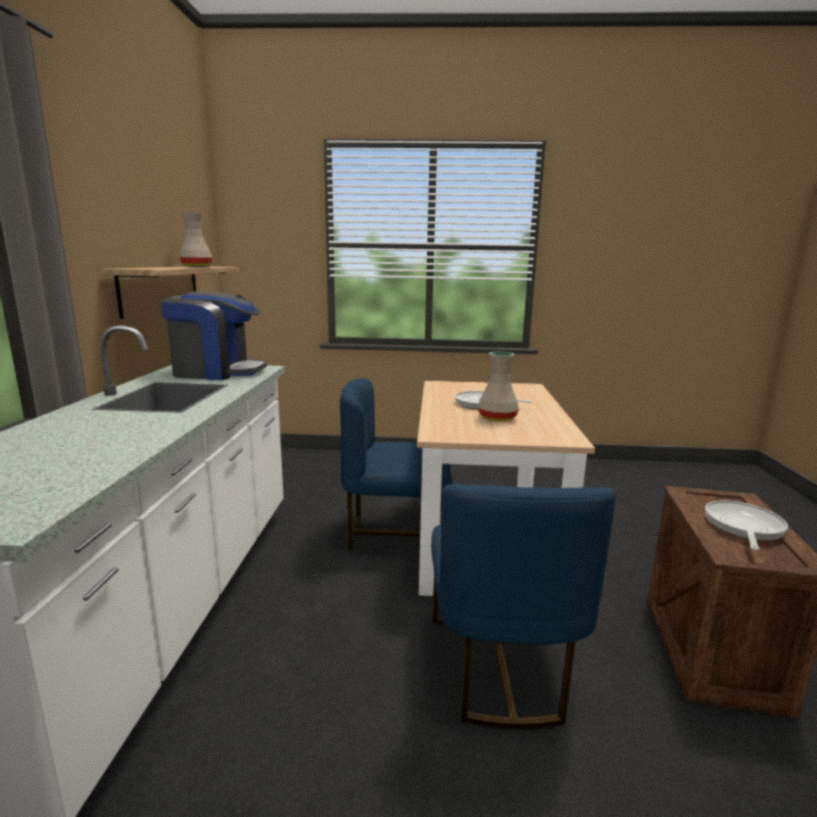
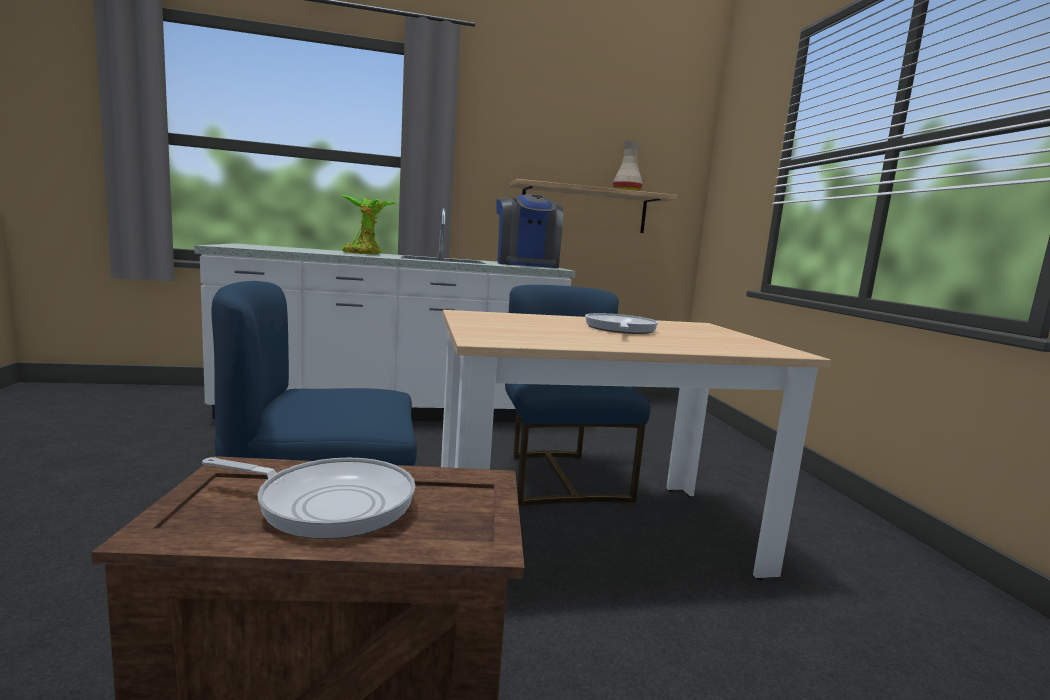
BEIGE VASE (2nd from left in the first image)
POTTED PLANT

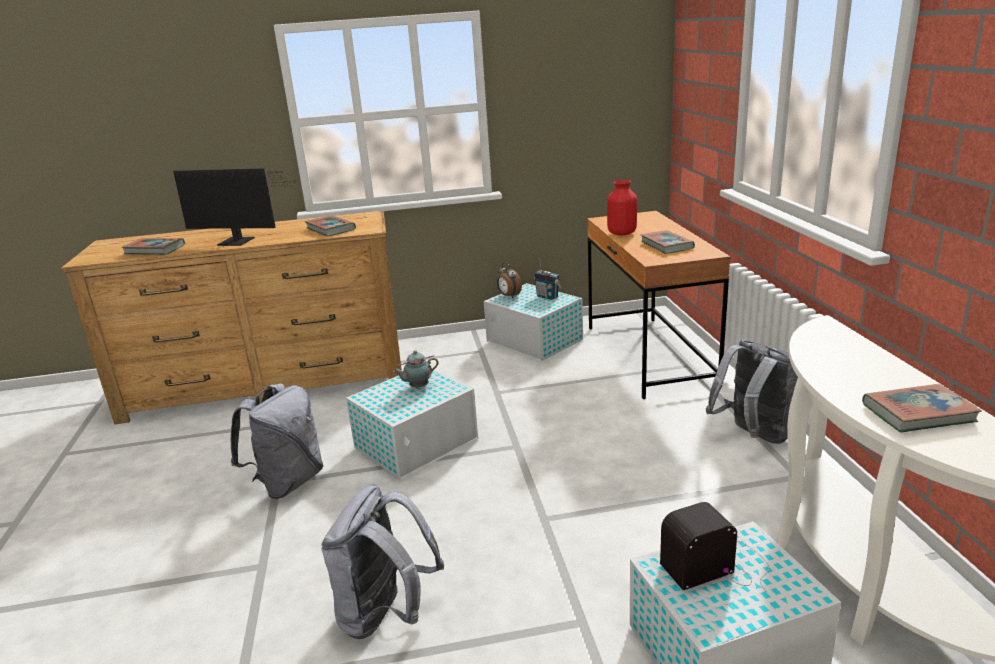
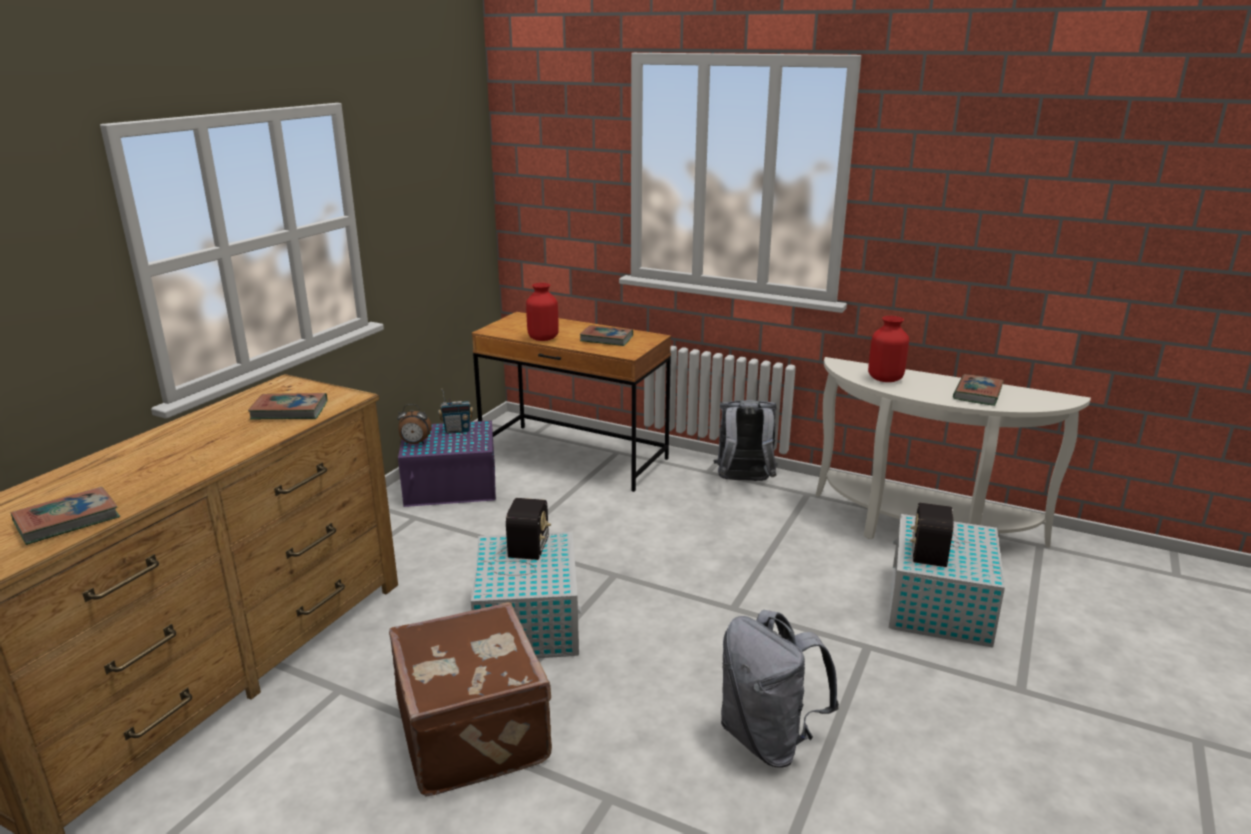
MONITOR
RED VASE (2nd from left)
BROWN SUITCASE
RADIO (2nd from left)
PURPLE STORAGE BOX

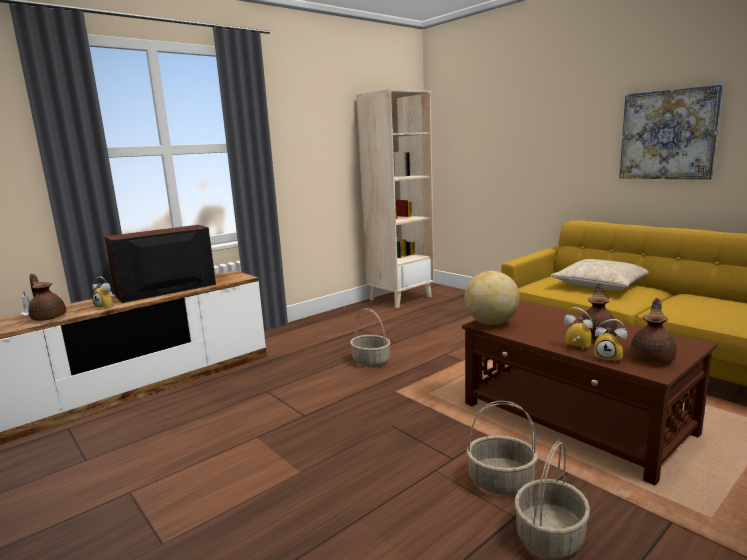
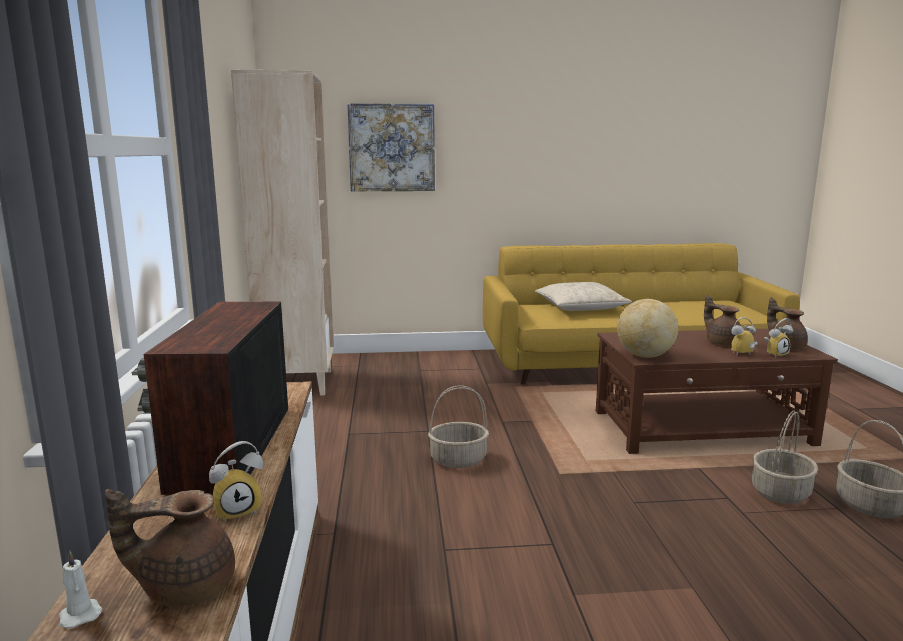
PICTURE

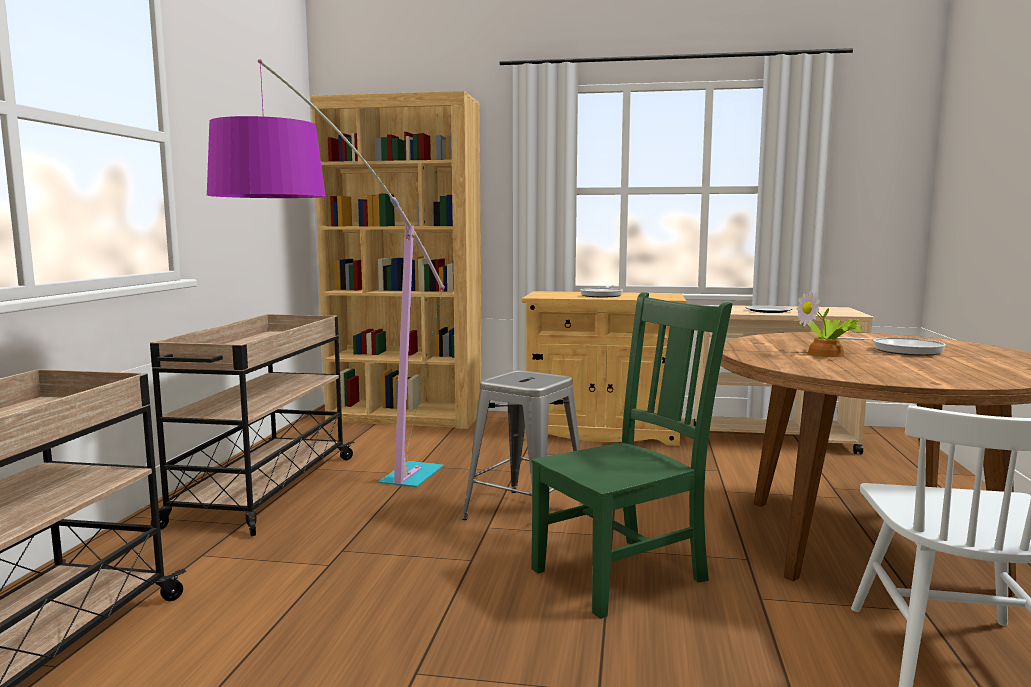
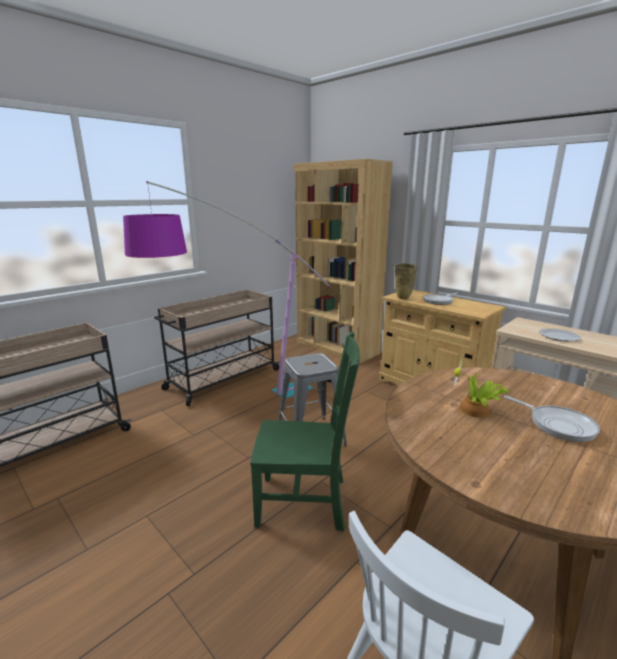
BEIGE VASE

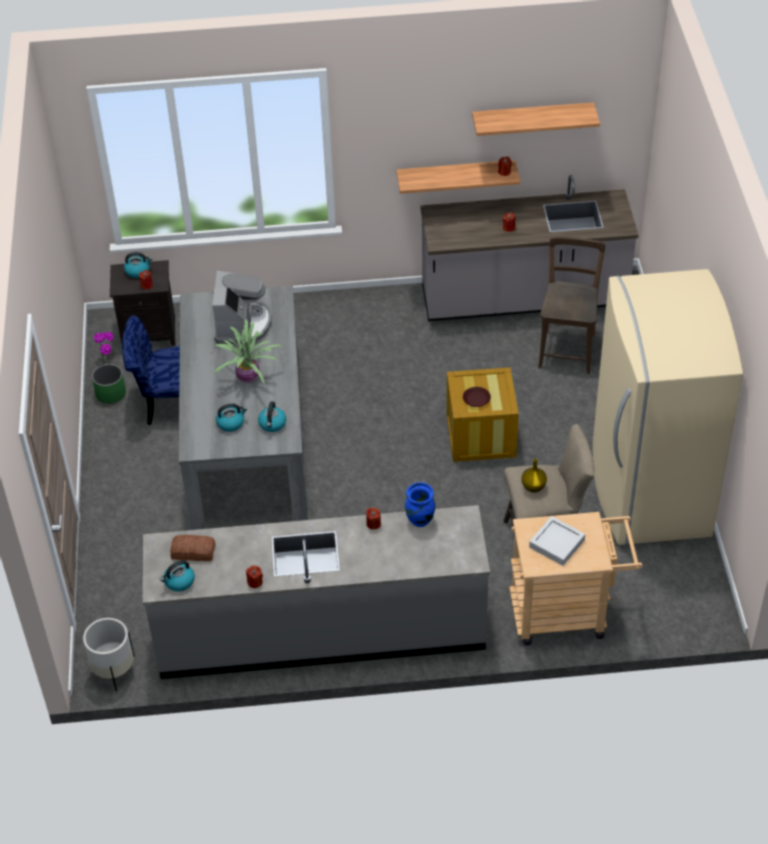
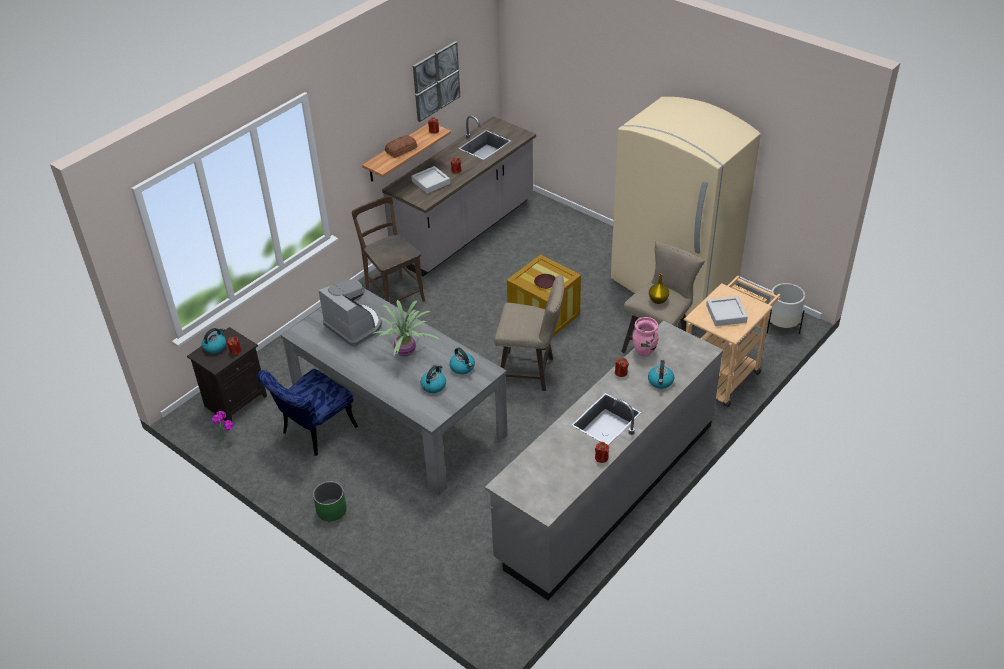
GREY TRAY (1st from left)
BEIGE STOOL (1st from left)
WHITE PLANTER
GREEN PLANTER
KETTLE (4th from left)
BREAD
BROWN CHAIR
PICTURE
PINK VASE

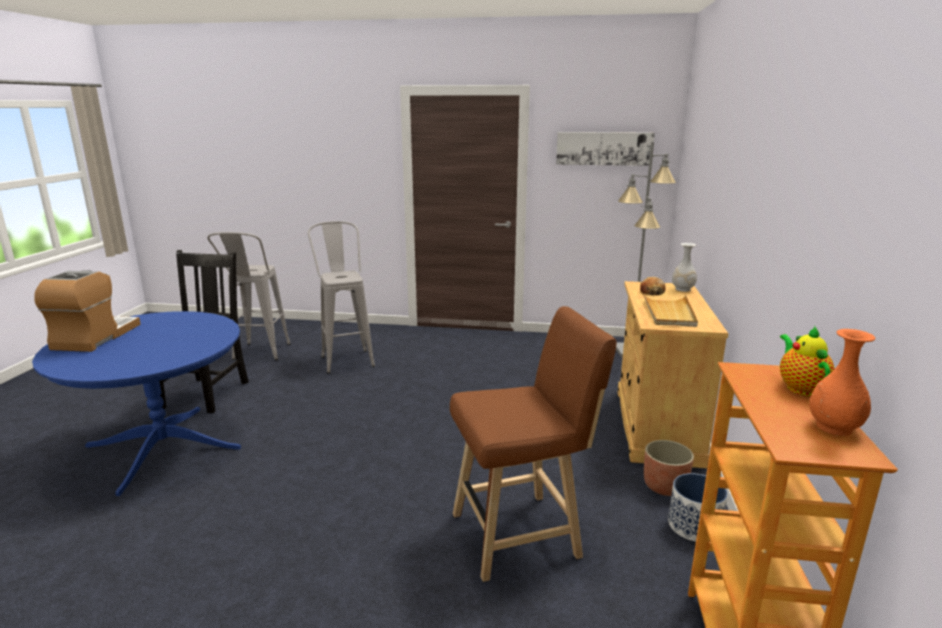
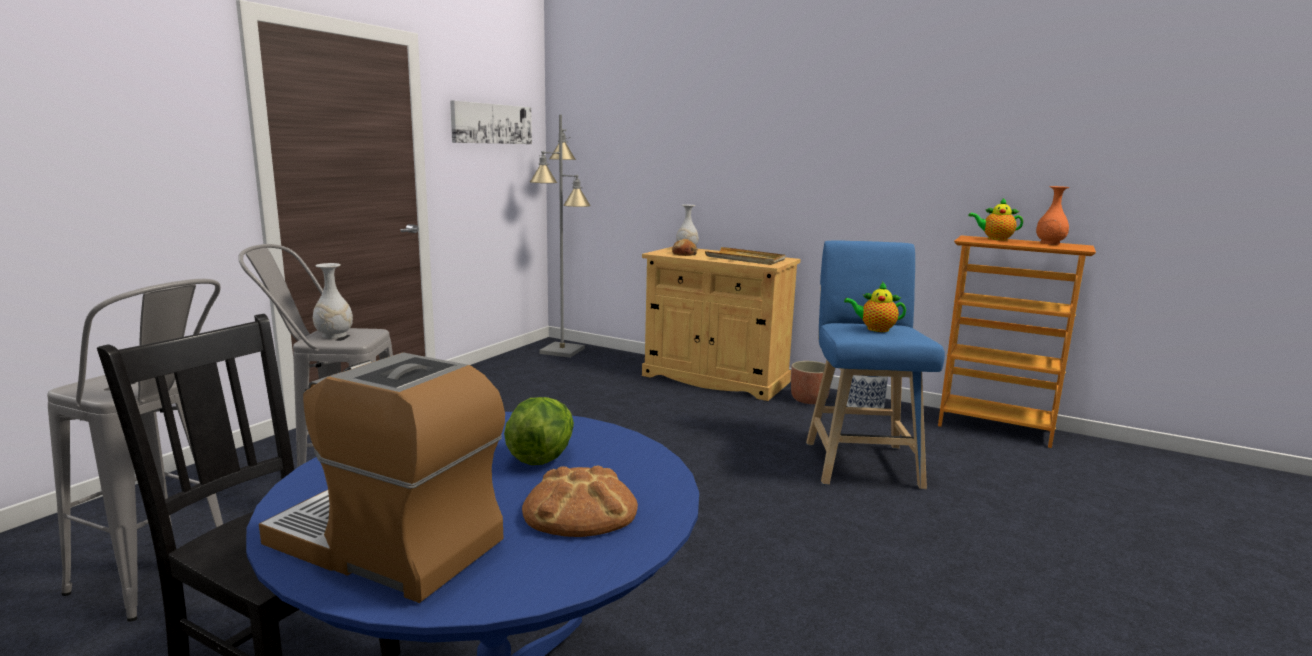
WHITE VASE (1st from left)
LETTUCE
BREAD (1st from left)
TEAPOT (1st from left)
BLUE STOOL

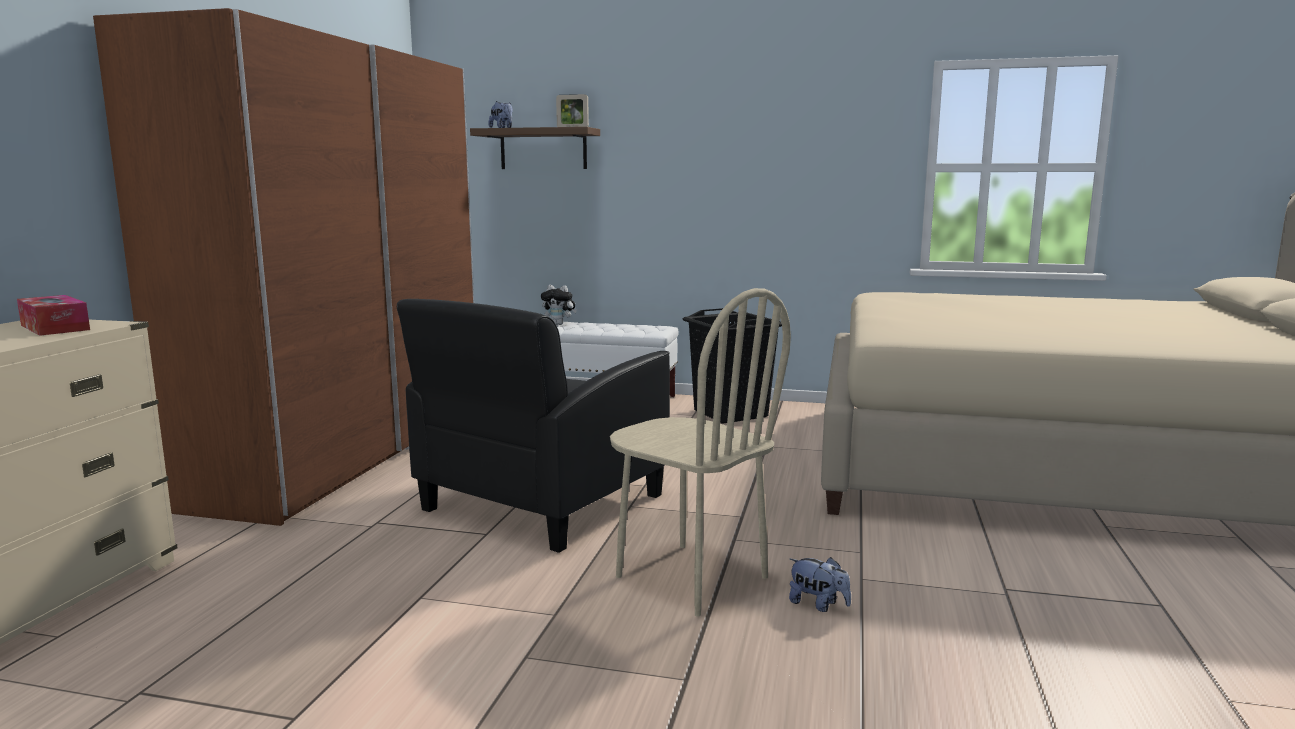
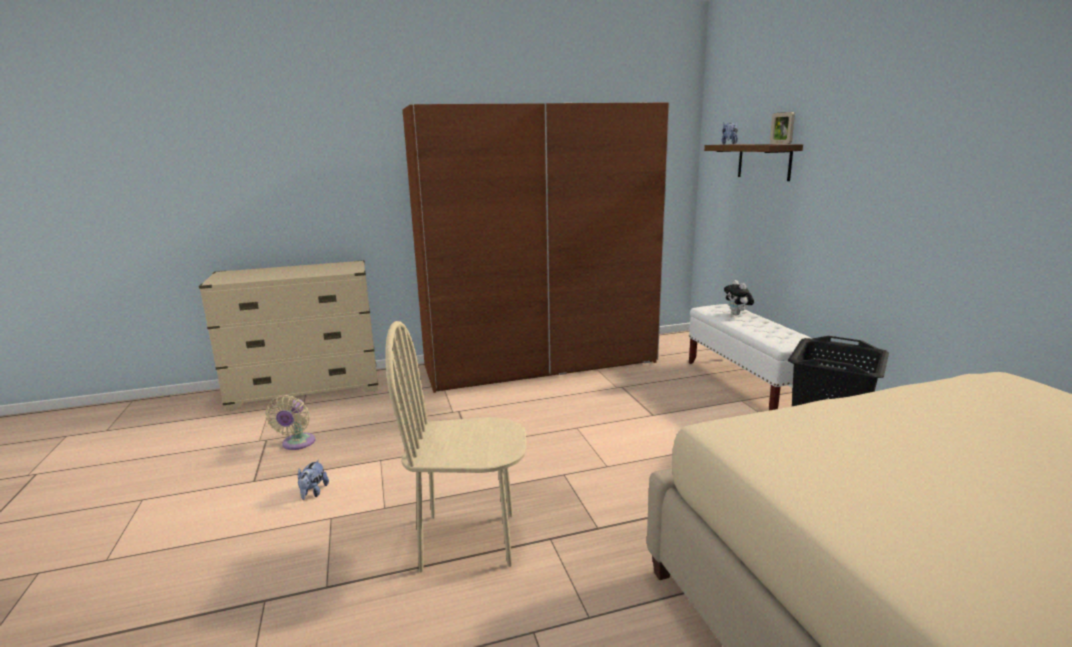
TISSUE BOX
BLACK ARMCHAIR
BEIGE FAN
PLUSH TOY (1st from left)
BEIGE CHAIR

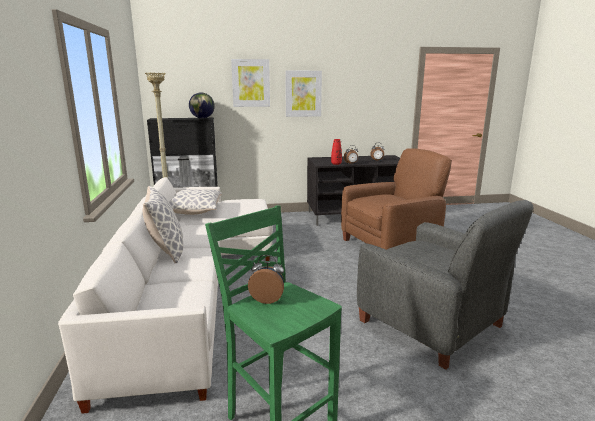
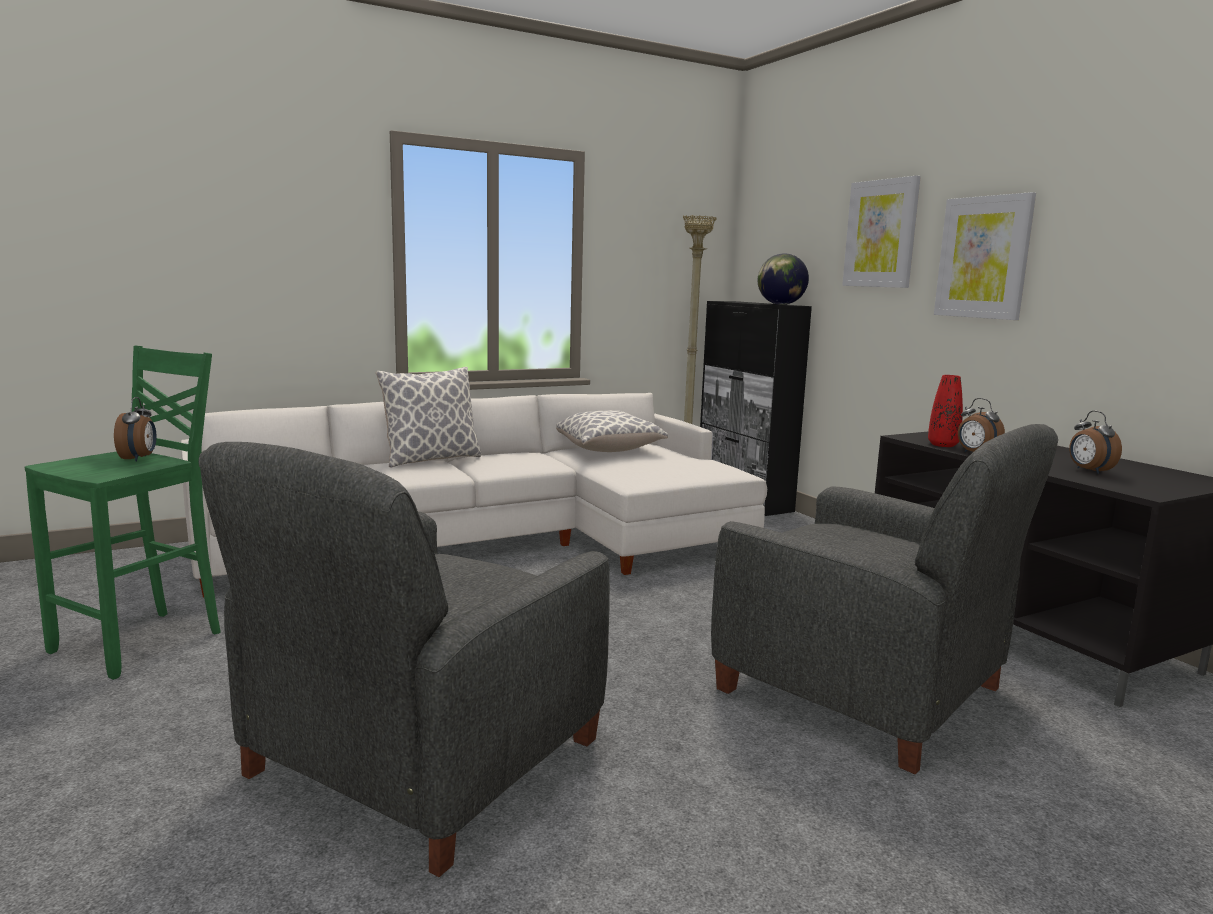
GREY ARMCHAIR (2nd from left)

